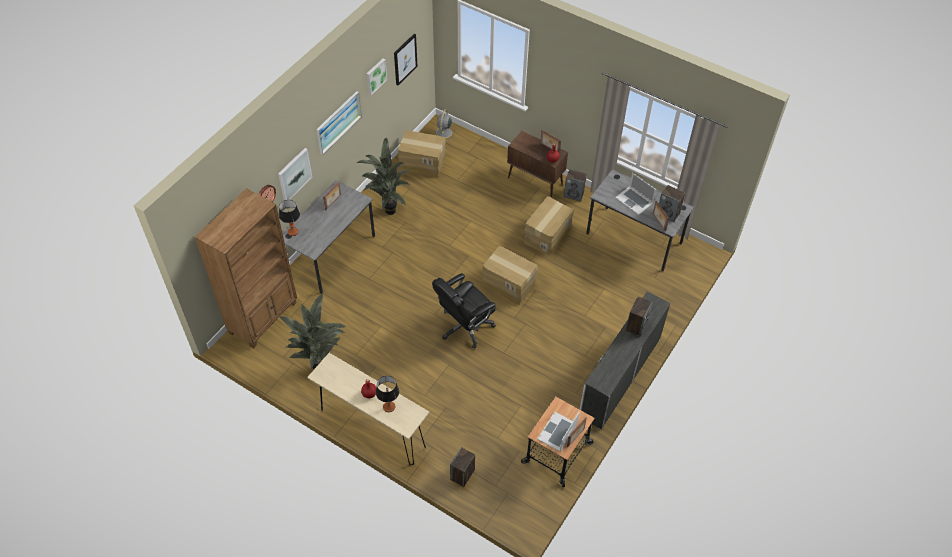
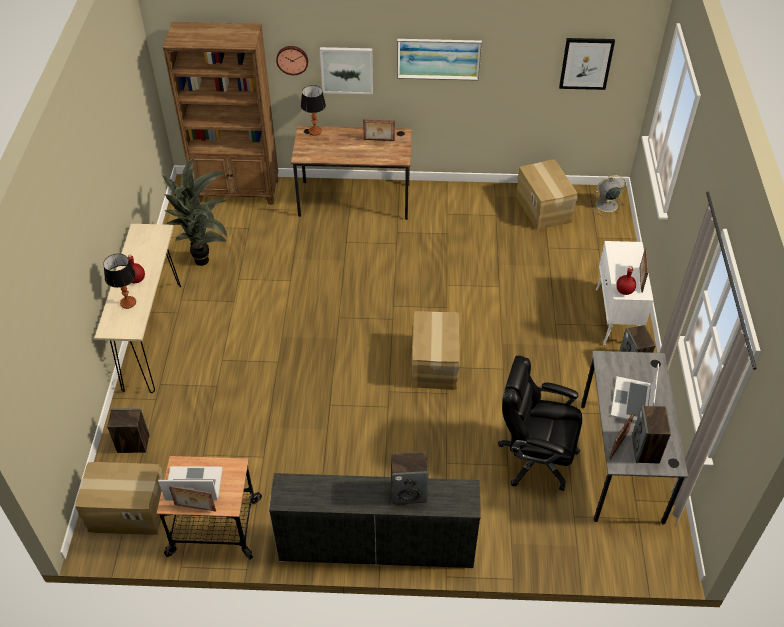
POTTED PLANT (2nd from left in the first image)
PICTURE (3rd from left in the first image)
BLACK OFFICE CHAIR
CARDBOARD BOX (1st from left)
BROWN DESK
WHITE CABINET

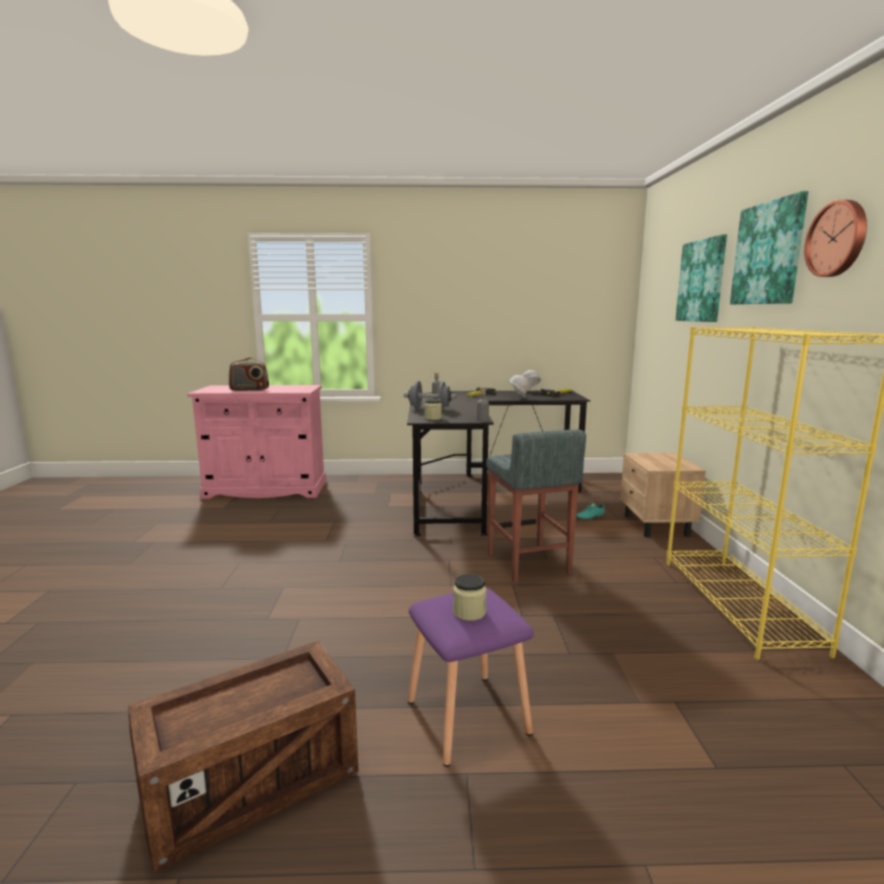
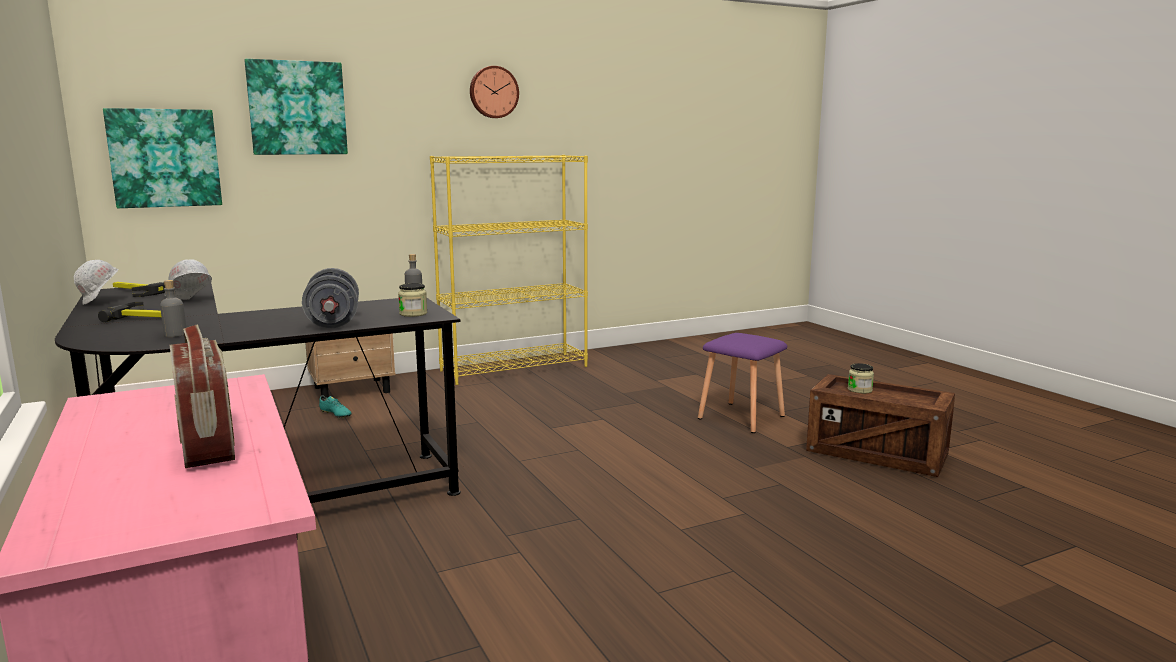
GREY STOOL
JAR (2nd from left)
PICTURE (1st from left)

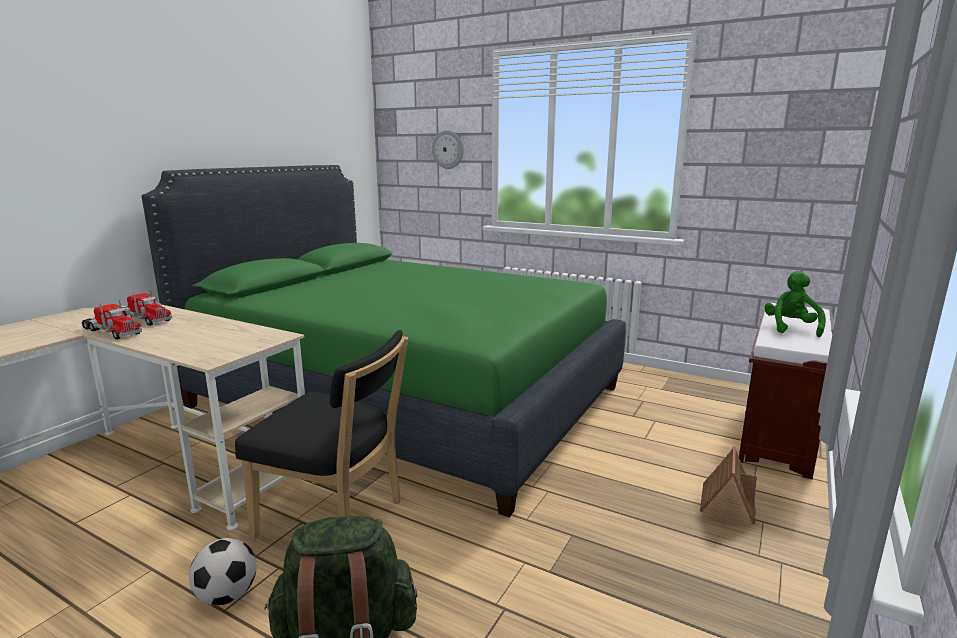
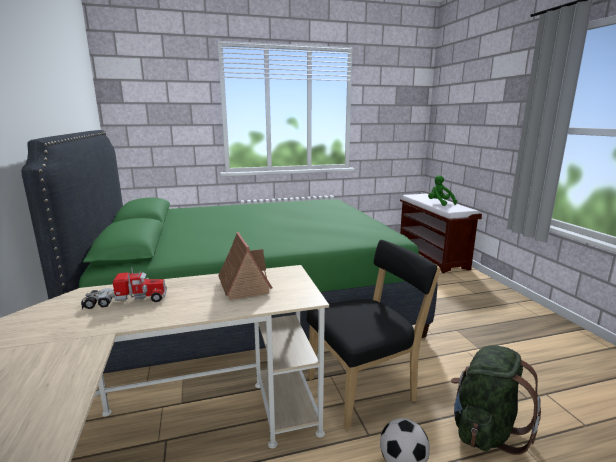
TOY TRUCK (1st from left in the first image)
WALL CLOCK
TOY HOUSE

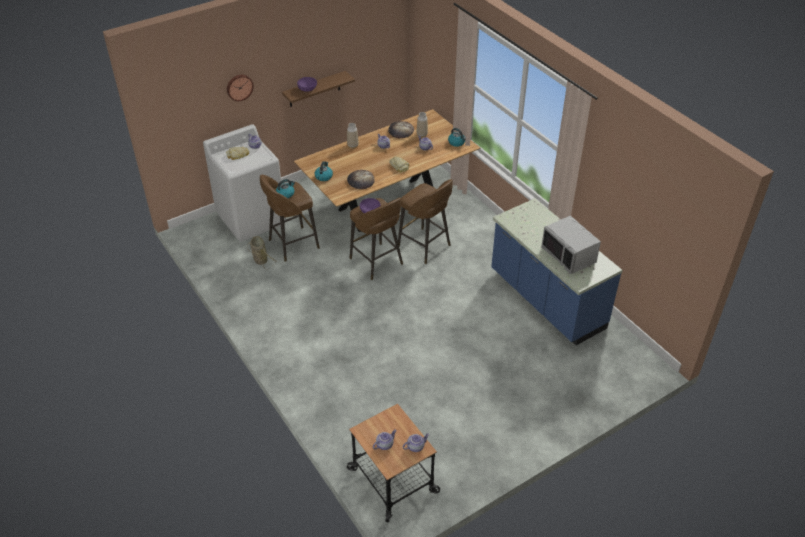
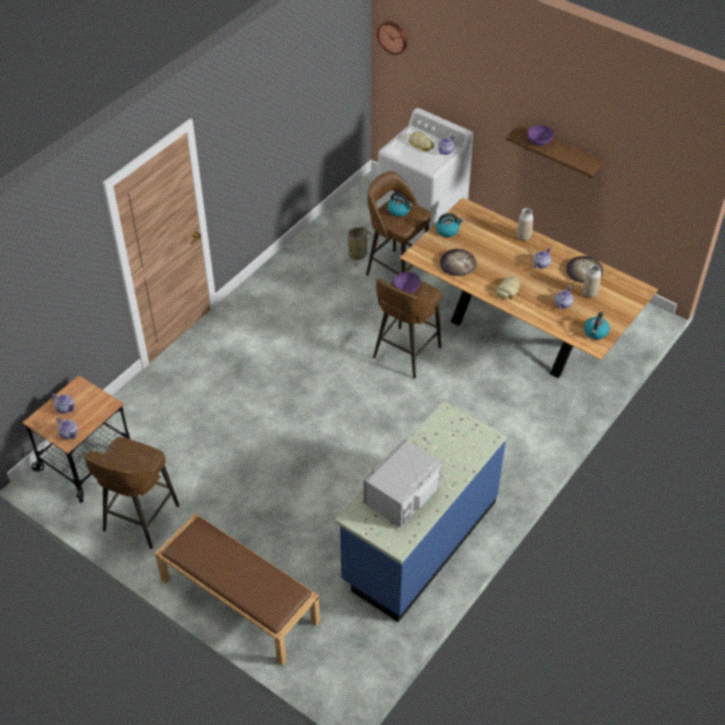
BROWN BENCH
WALL CLOCK
BROWN STOOL (1st from left)

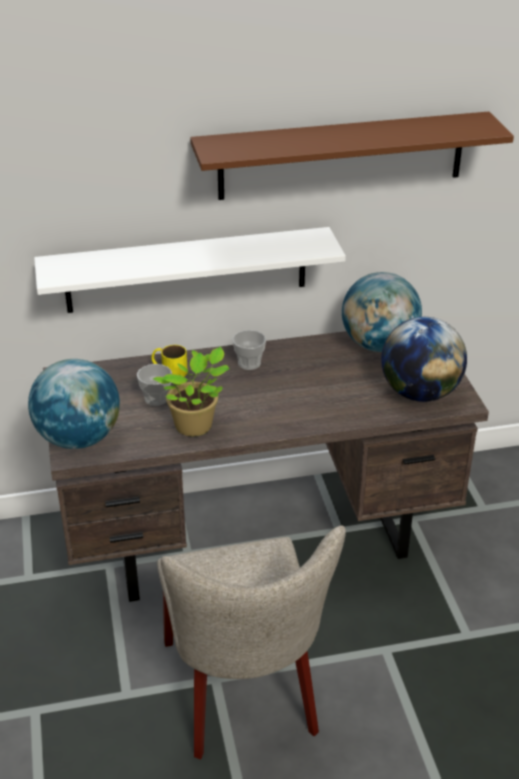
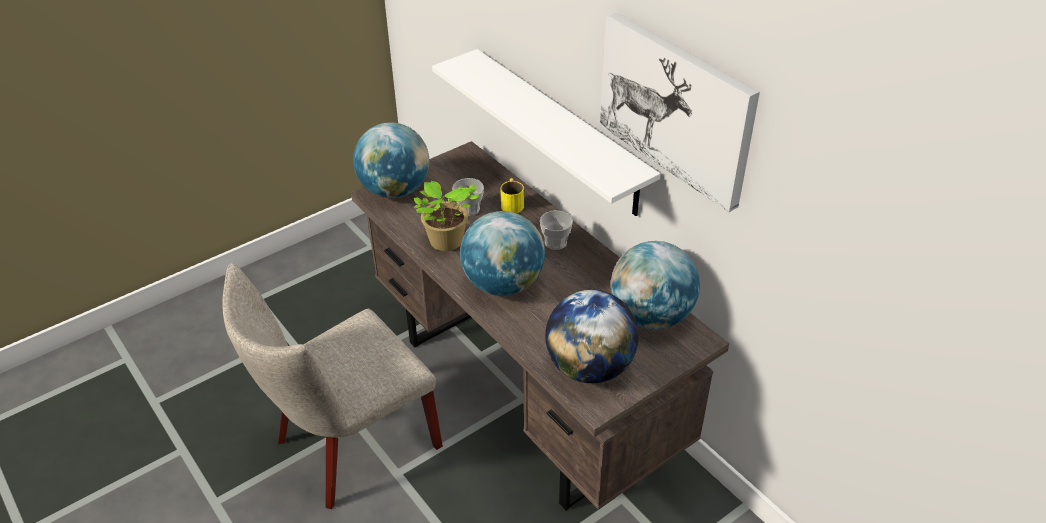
GLOBE (2nd from left)
PICTURE

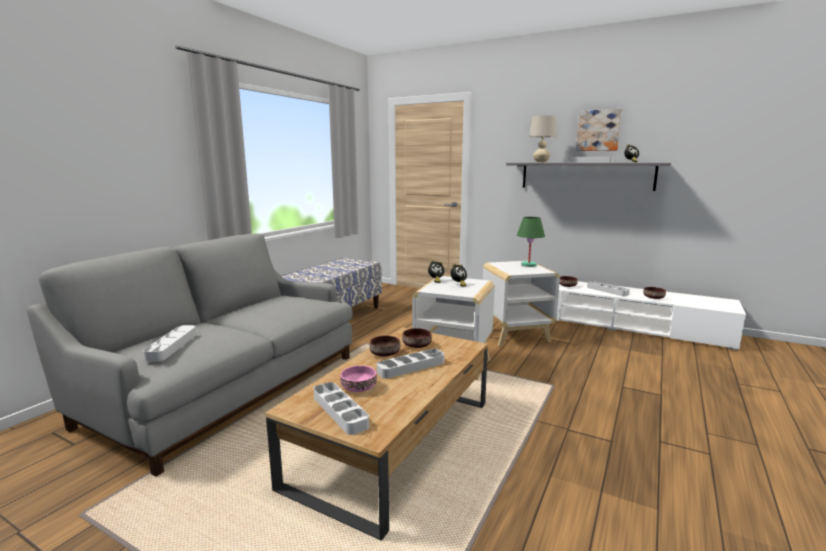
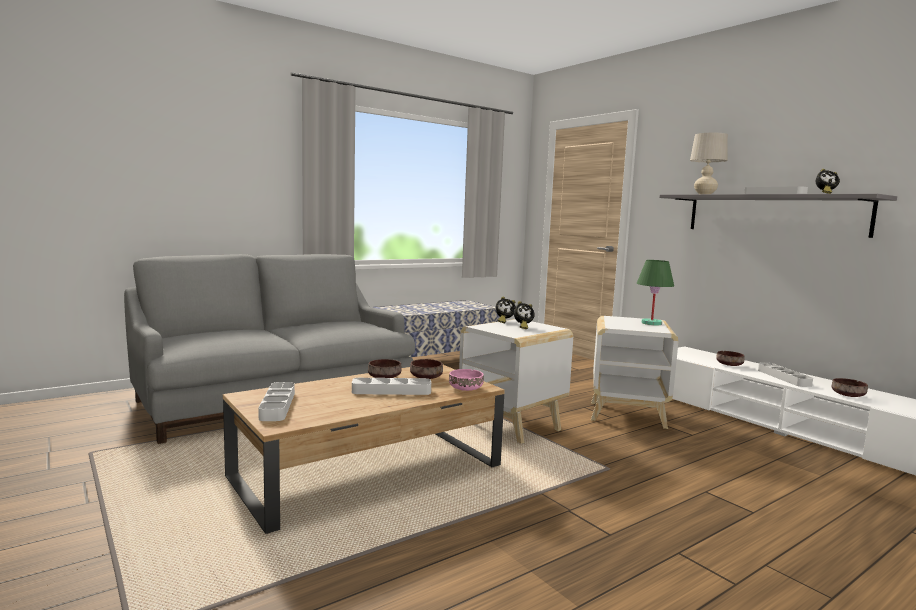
GREY TRAY (1st from left in the first image)
PICTURE
PINK BOWL

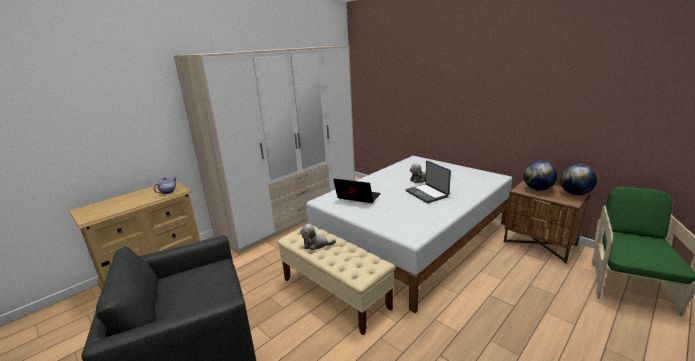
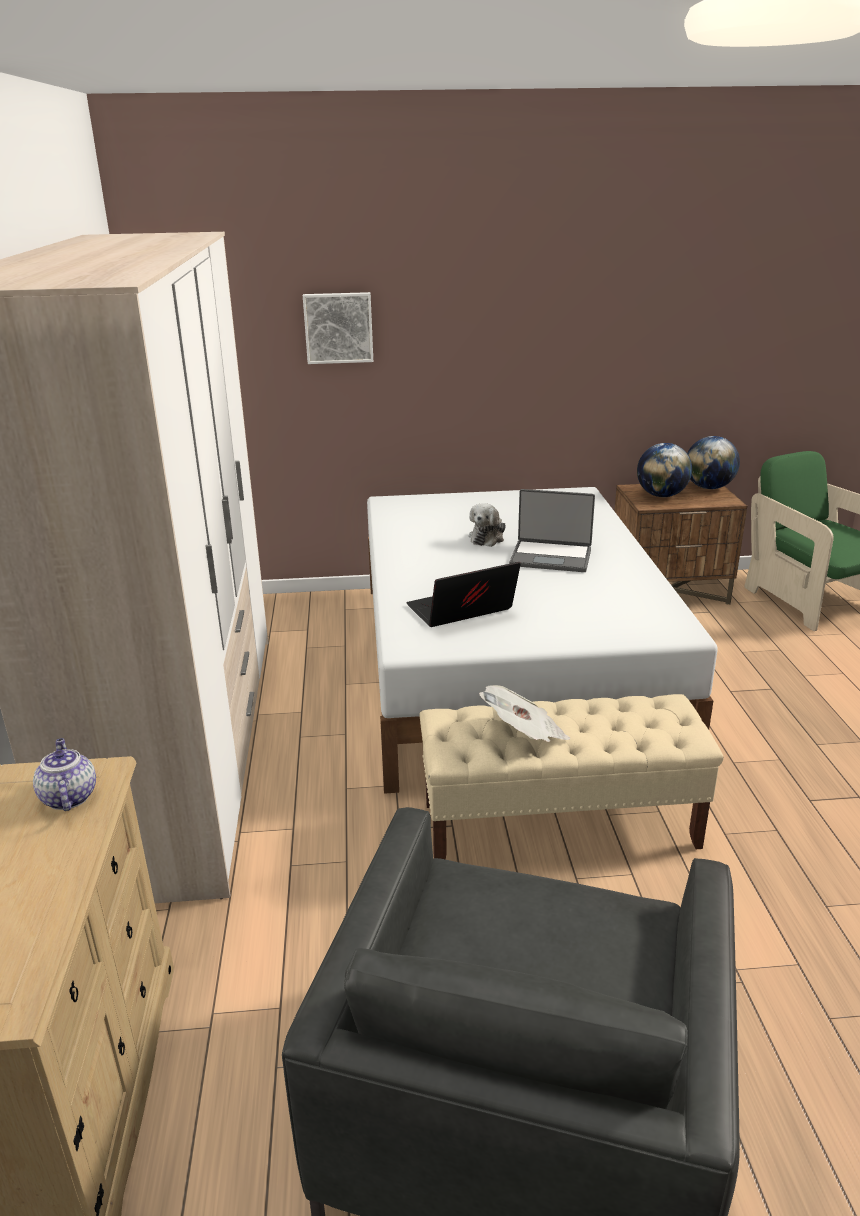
PICTURE
NEWSPAPER

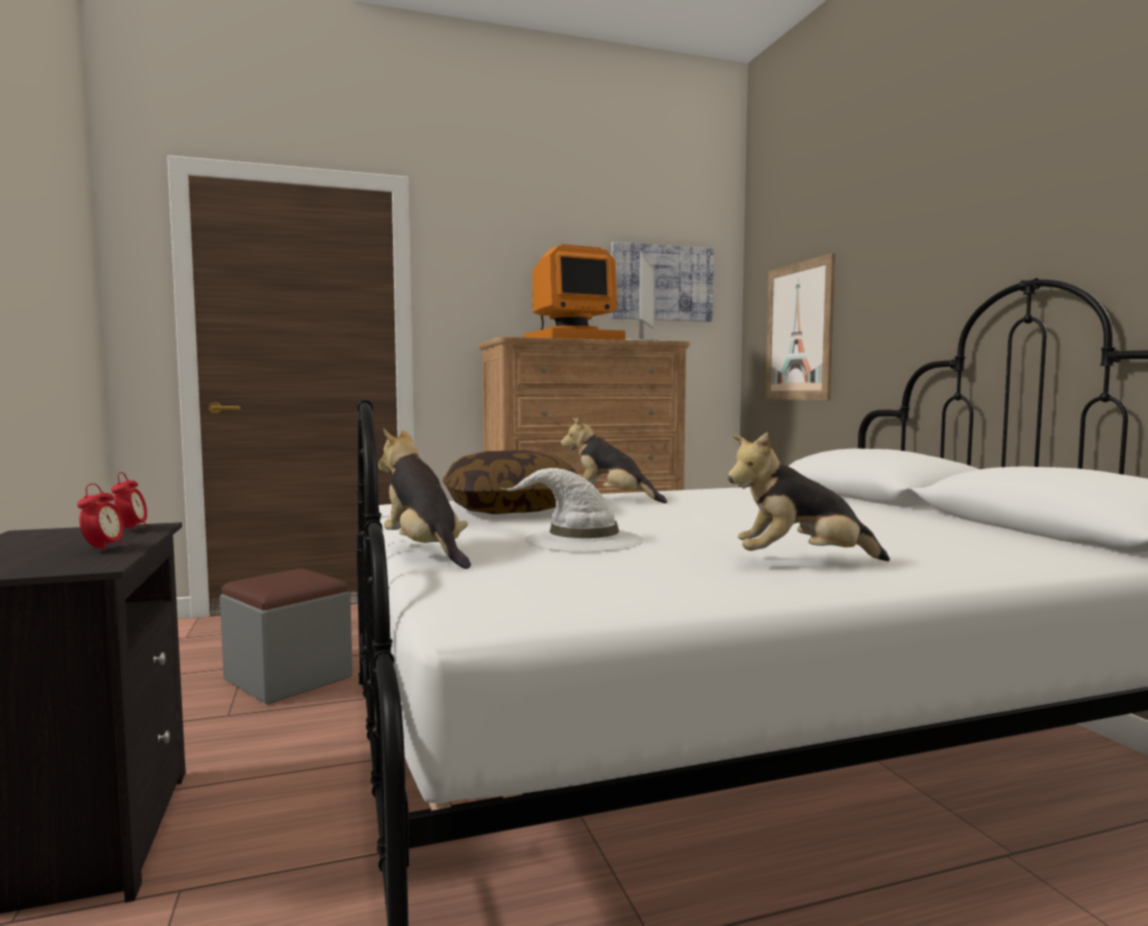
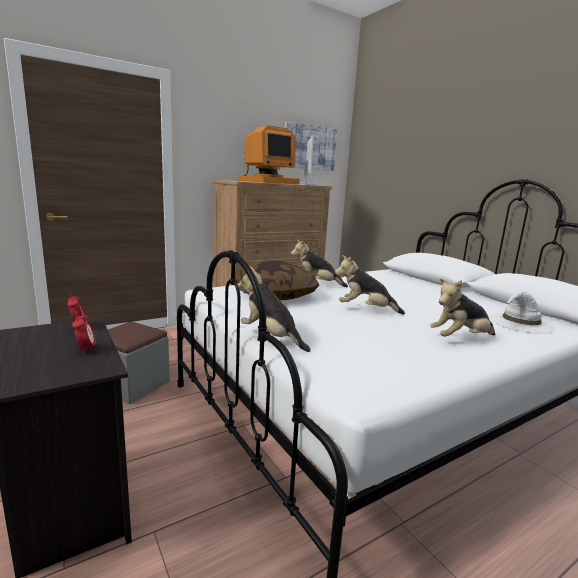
PICTURE (2nd from left in the first image)
PLUSH TOY (3rd from left)
WHITE HAT

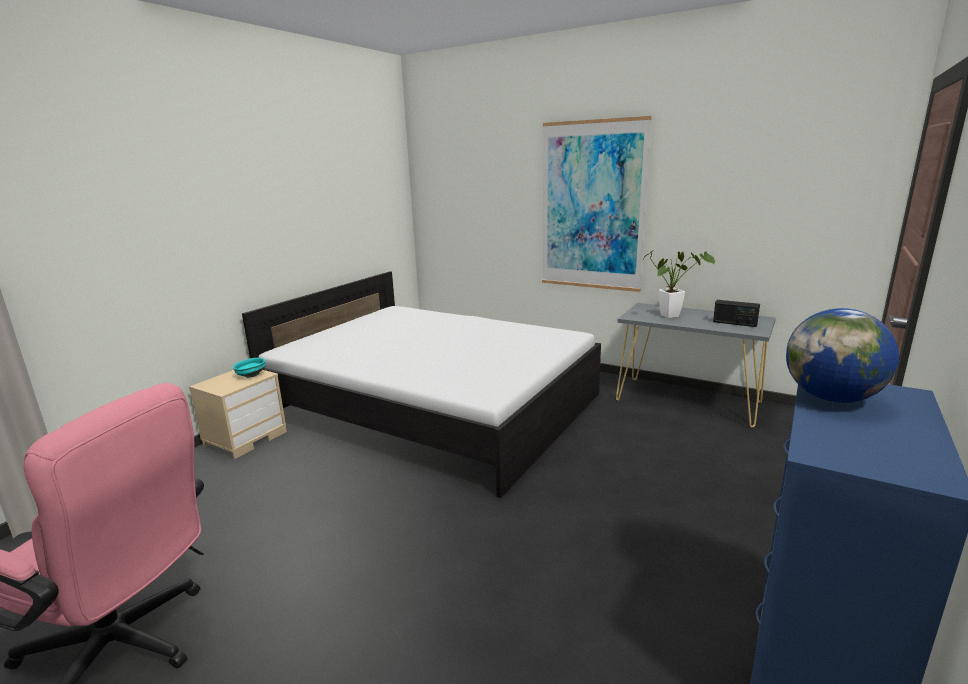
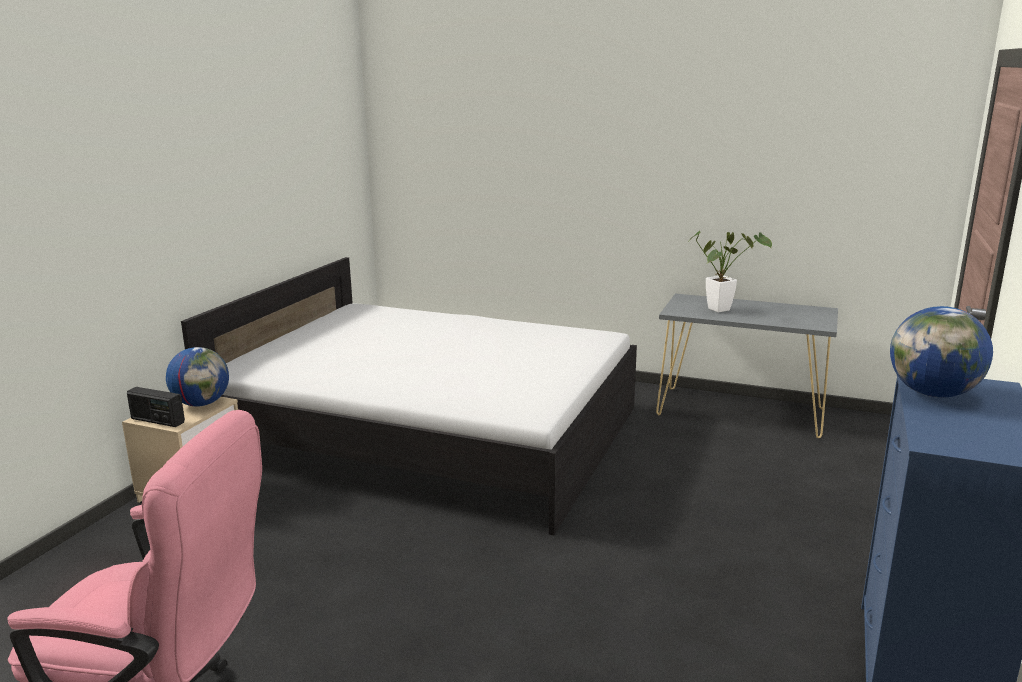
PICTURE
RADIO
GLOBE (1st from left)

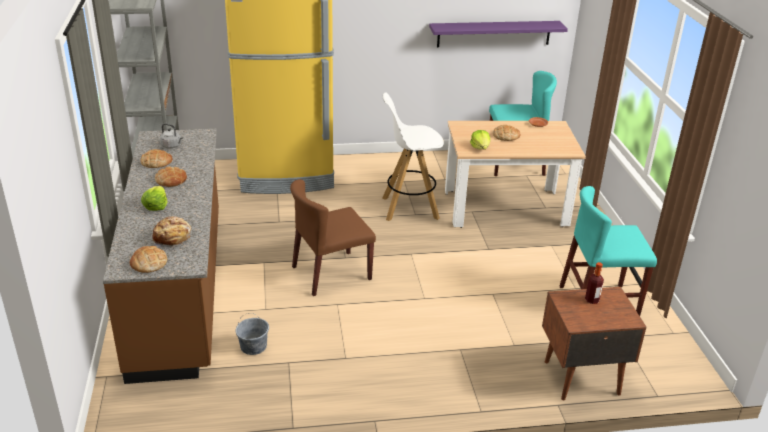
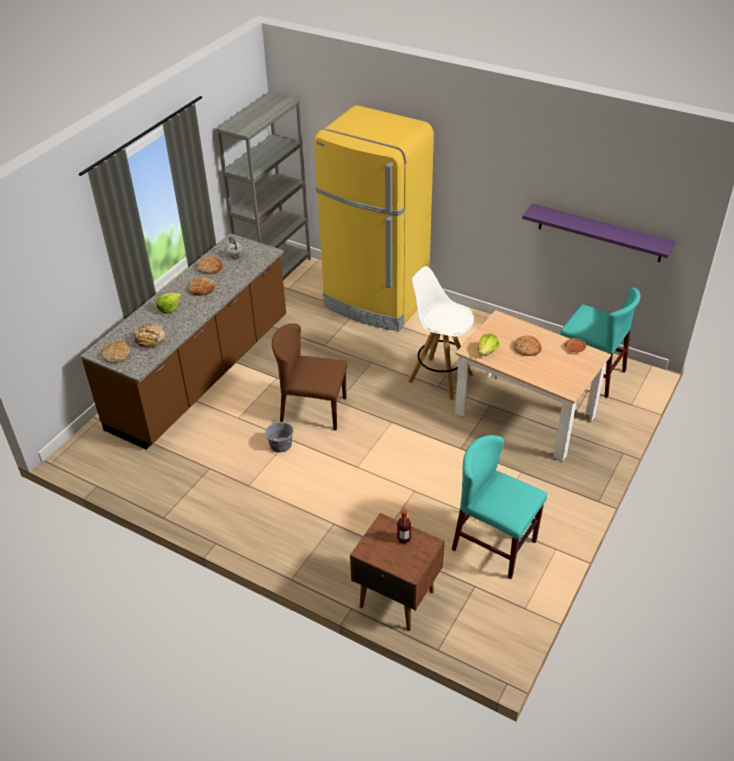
GREY BUCKET

